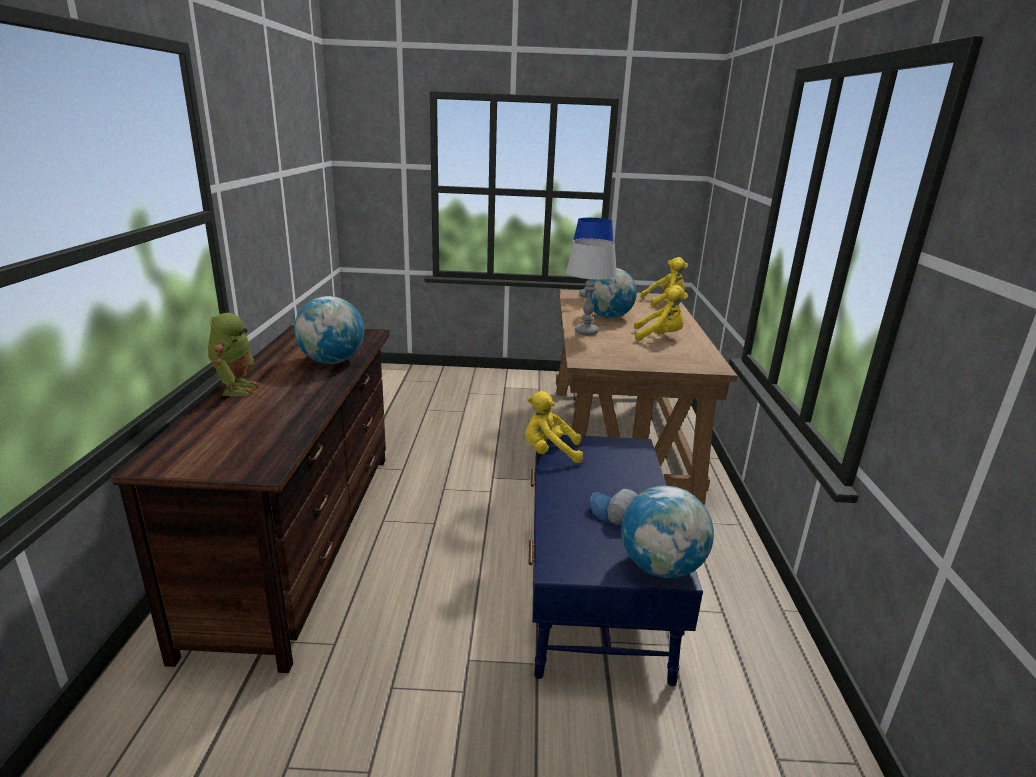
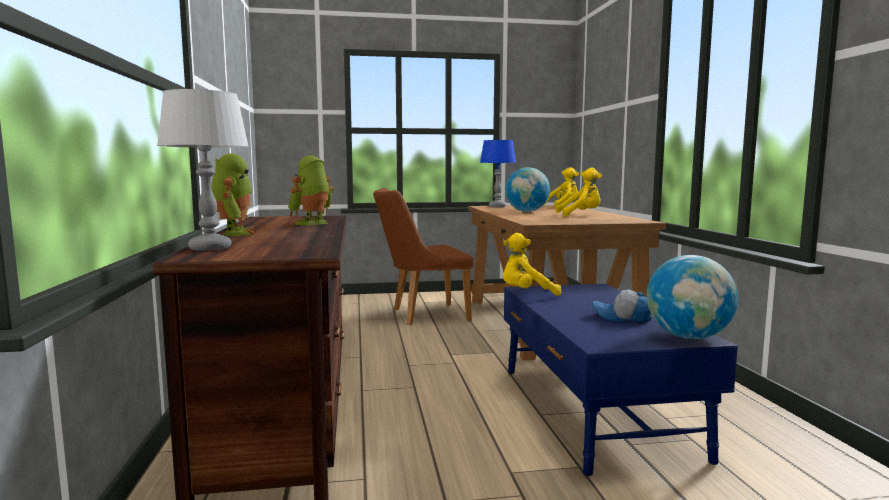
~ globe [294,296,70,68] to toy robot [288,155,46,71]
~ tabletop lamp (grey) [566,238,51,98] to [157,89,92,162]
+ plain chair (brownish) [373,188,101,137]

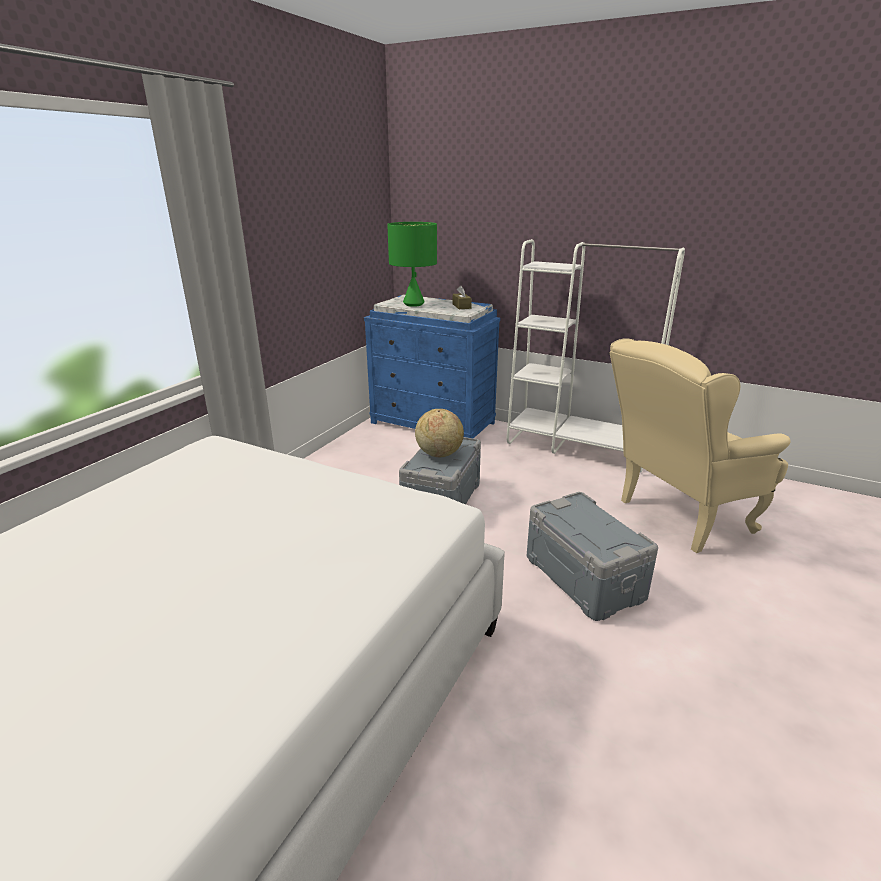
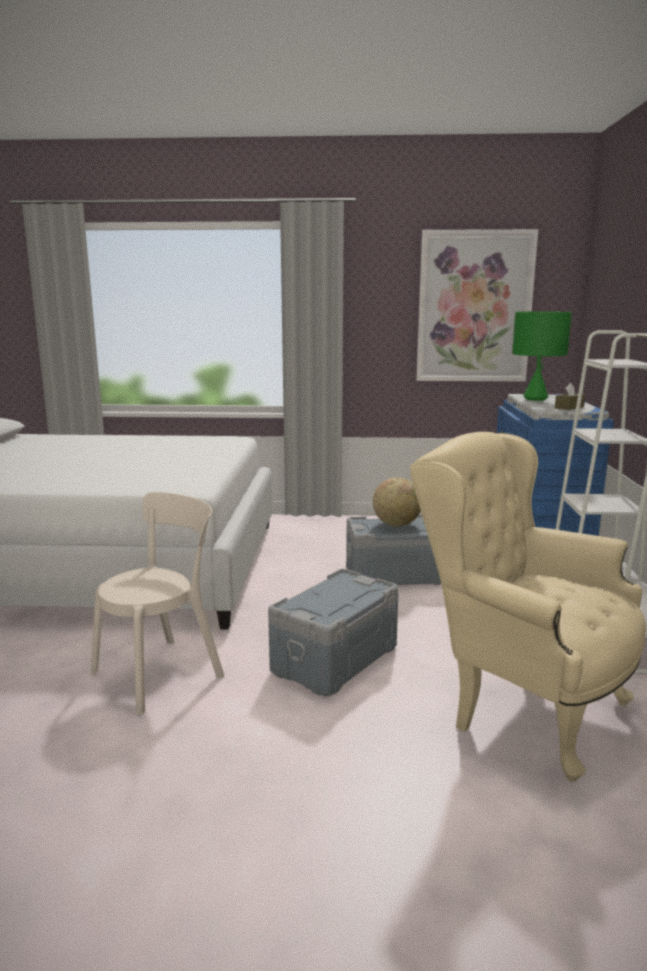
+ plain chair (beige-coloured) [91,492,133,223]
+ picture [416,229,122,152]

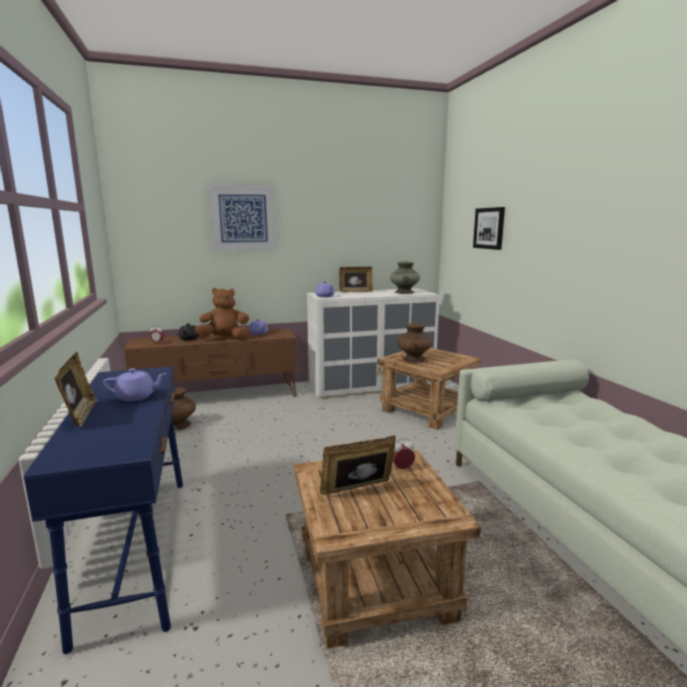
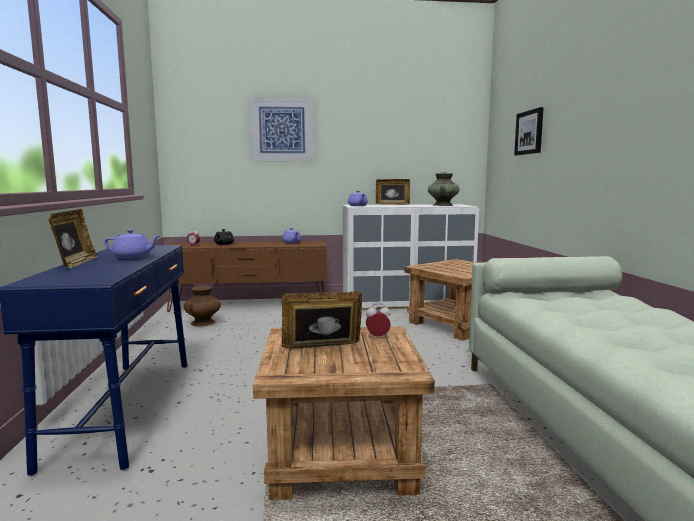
- soft toy (brownish) [195,288,55,51]
- flower vase (brownish) [397,323,35,40]

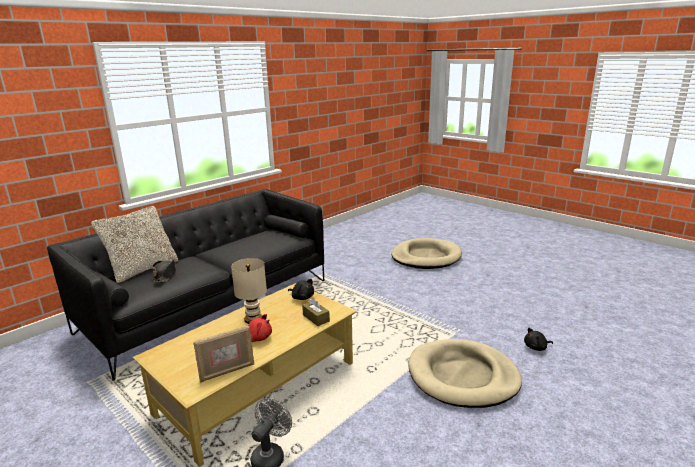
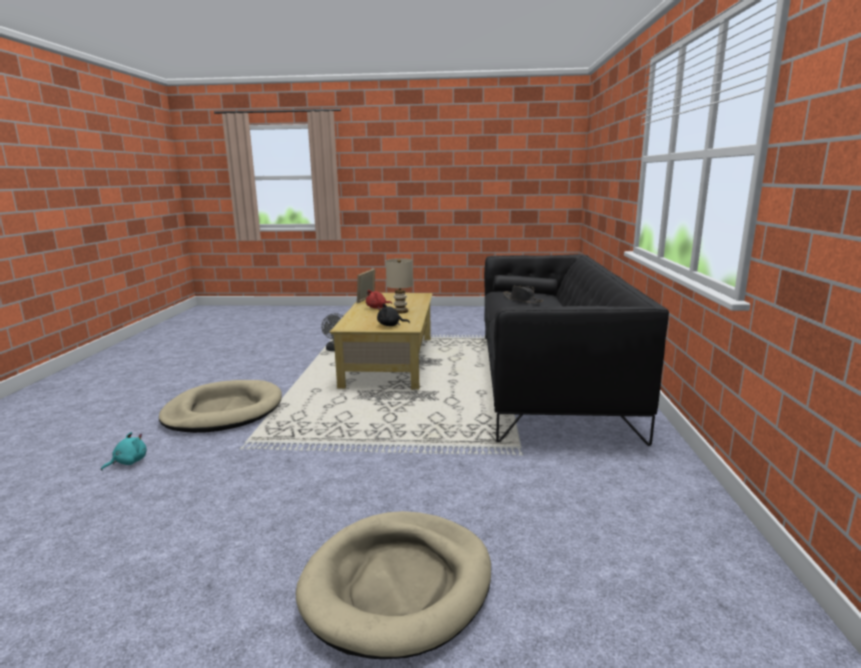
- pillow (beige-coloured) [91,206,87,77]
- tissue box (brownish) [302,298,28,28]
~ soft toy (blackish) [524,328,29,23] to soft toy (turquoise) [101,432,46,39]

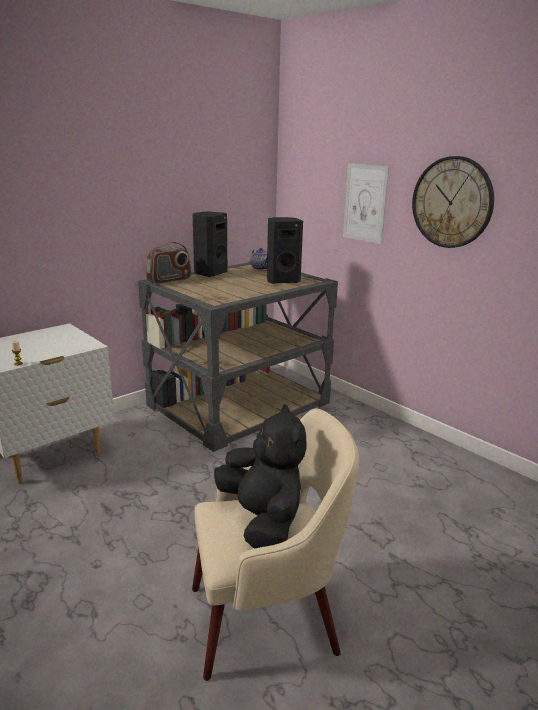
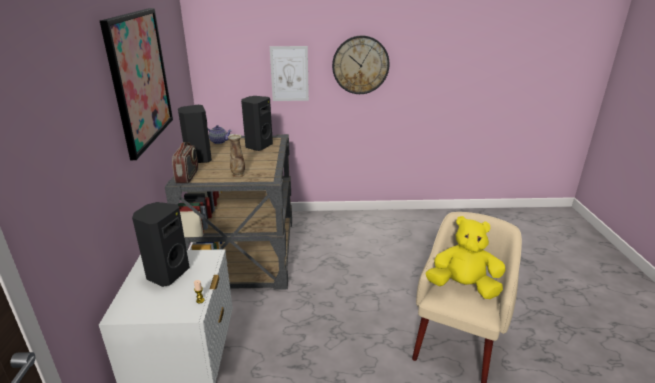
~ soft toy (blackish) [214,404,93,145] to soft toy (yellow) [426,216,80,83]
+ picture [100,8,73,152]
+ speaker (blackish) [132,202,58,85]
+ flower vase [228,134,17,44]

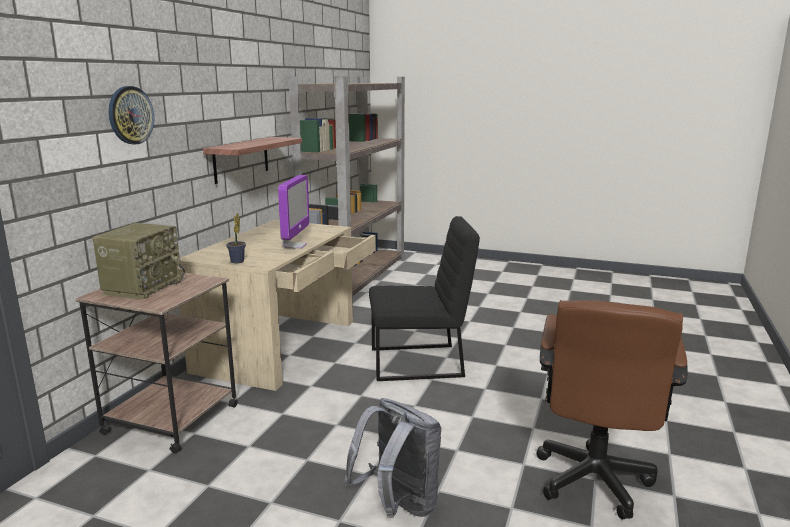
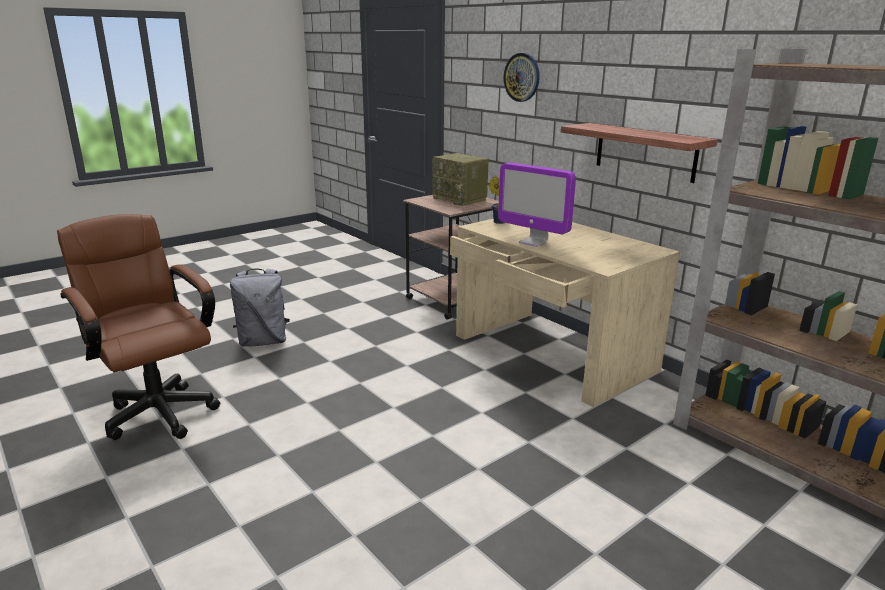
- plain chair (blackish) [369,216,111,165]

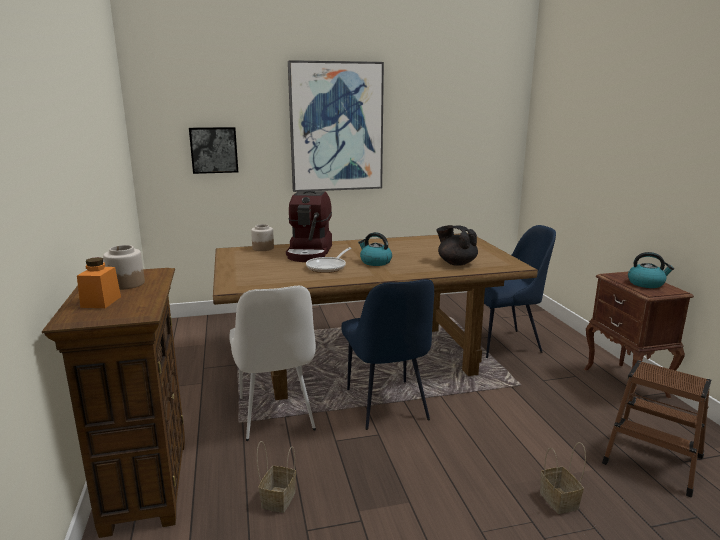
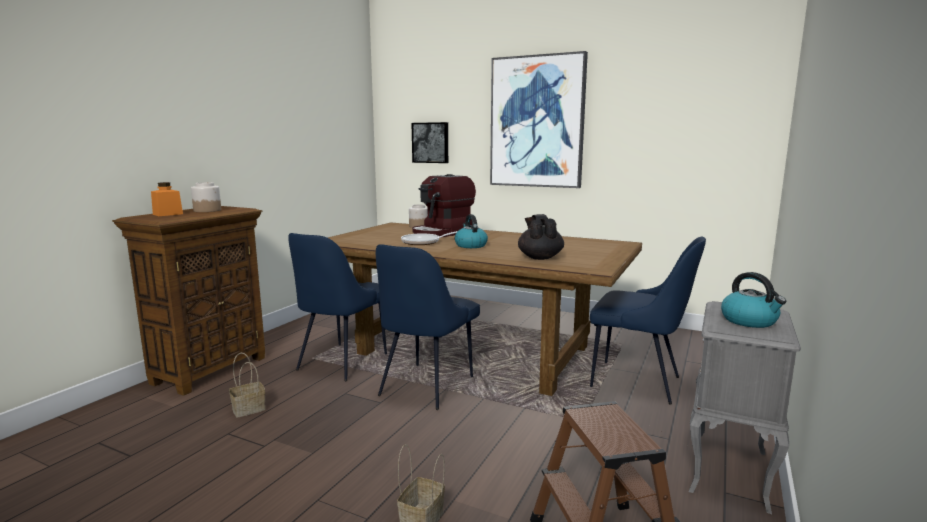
~ plain chair (whitish) [229,286,87,155] to plain chair (bluish) [288,233,99,148]
~ nightstand (brownish) [584,271,110,128] to nightstand (grey) [688,301,113,213]

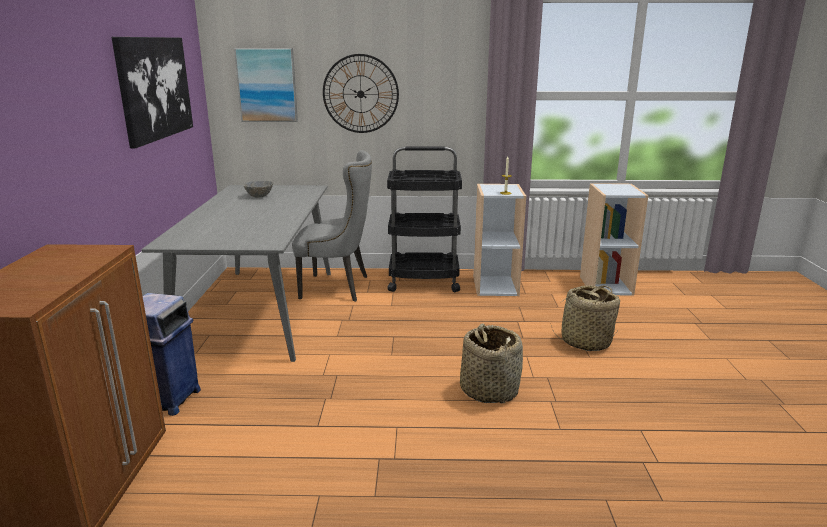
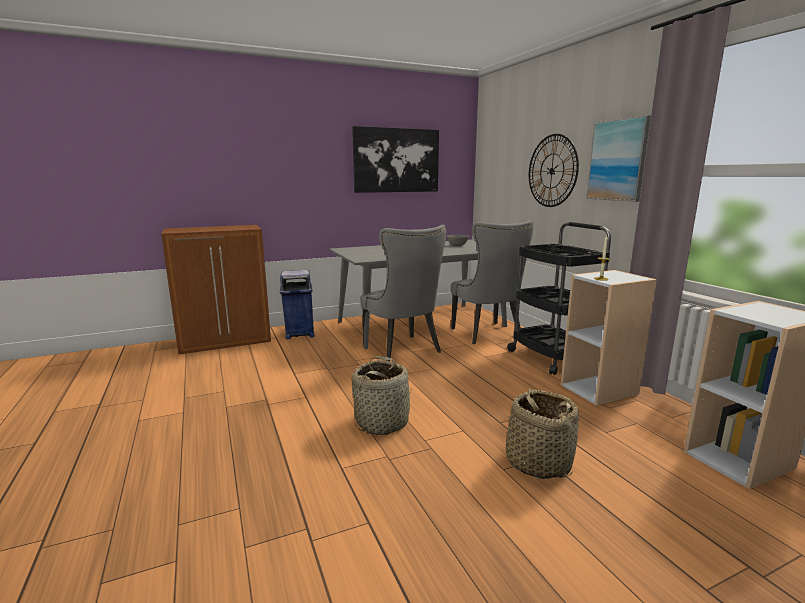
~ picture [234,48,64,74] to [586,115,65,87]
+ plain chair (grey) [360,225,86,136]

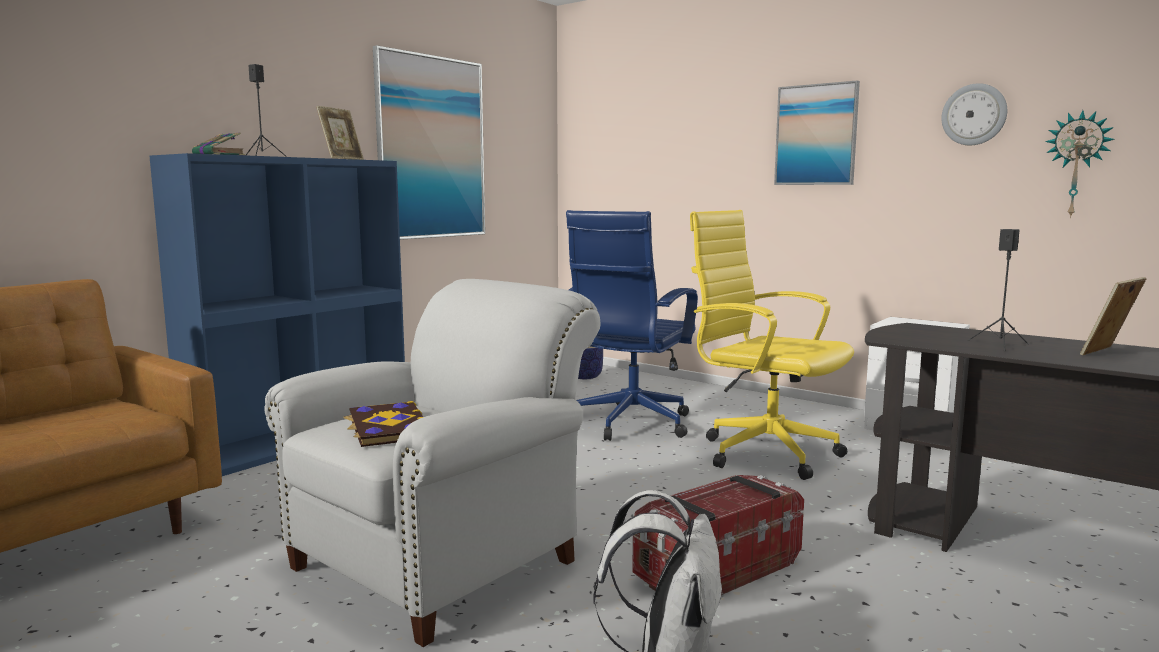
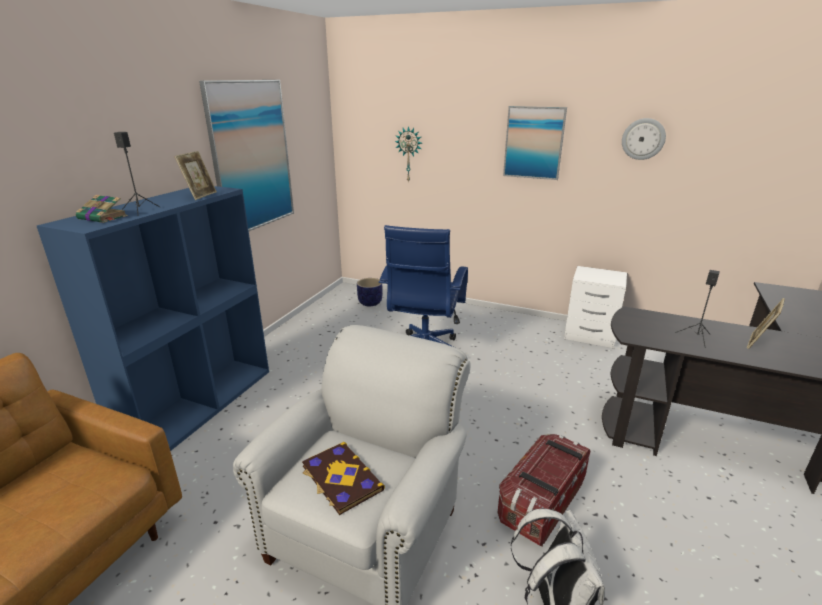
- desk chair (yellow) [690,210,164,270]
~ clock on the wall [1045,110,70,108] to [395,126,27,57]

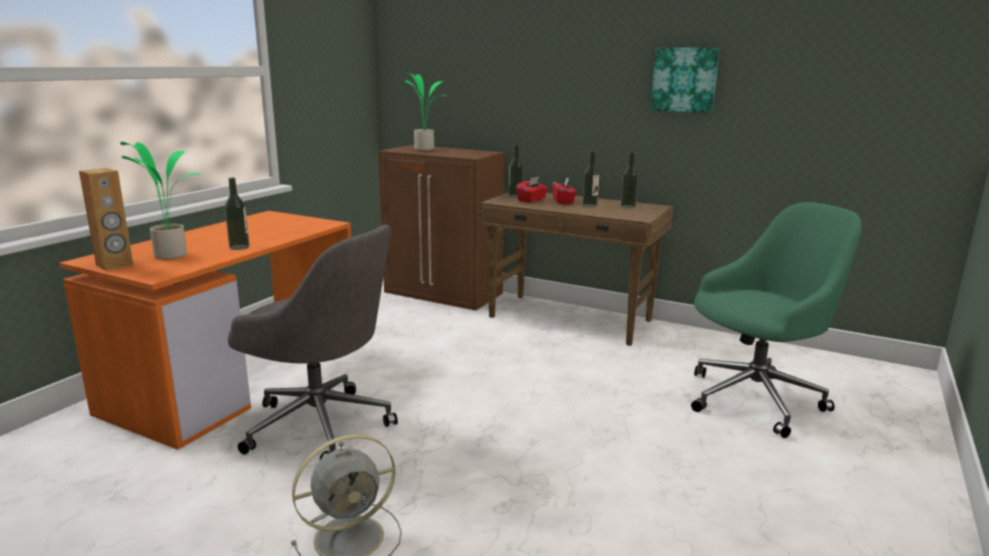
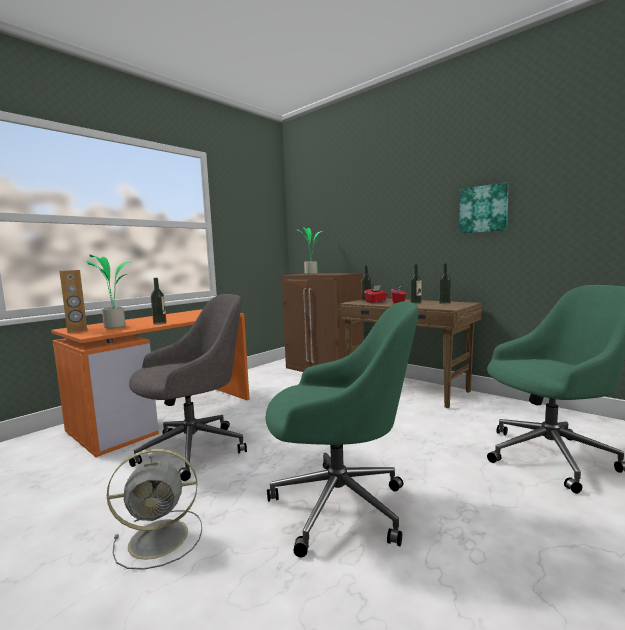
~ desk chair (grey) [228,225,170,235] = [129,294,118,187] 75 degrees counterclockwise
+ desk chair (greenish) [266,301,153,256]

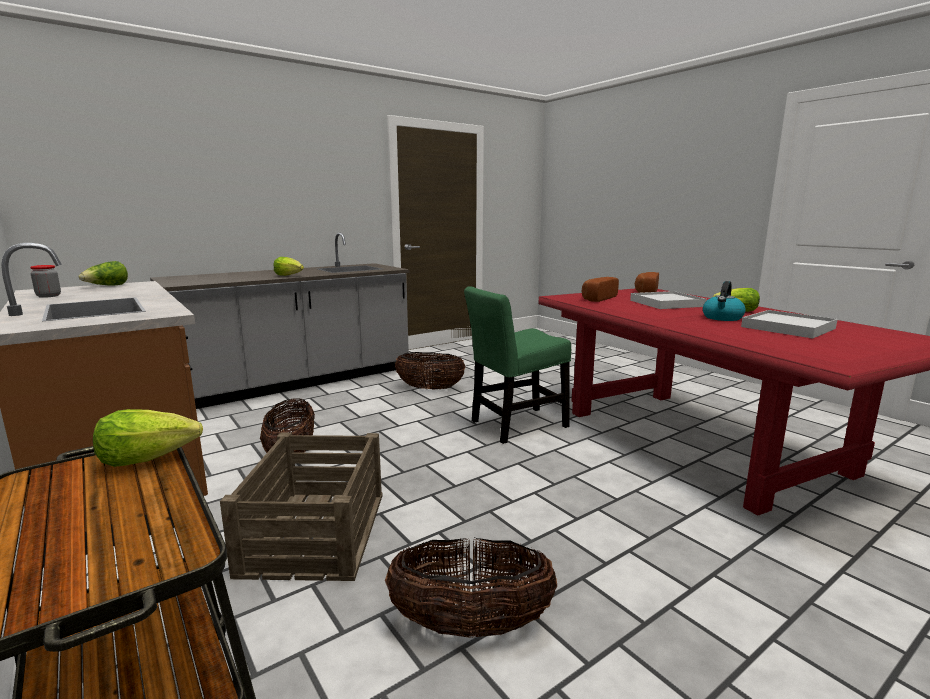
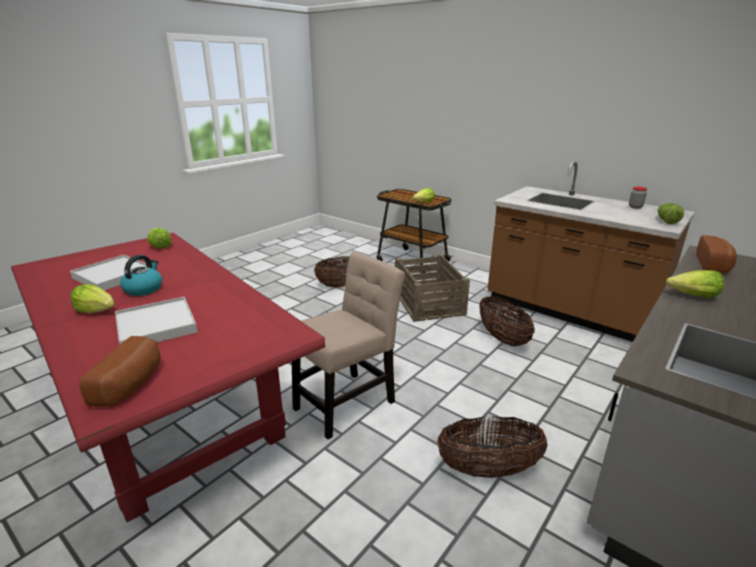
~ plain chair (greenish) [464,286,107,158] to plain chair (beige-coloured) [292,252,113,187]
~ bakery bread [582,277,37,25] to [696,235,41,39]
+ lettuce [147,228,25,21]

